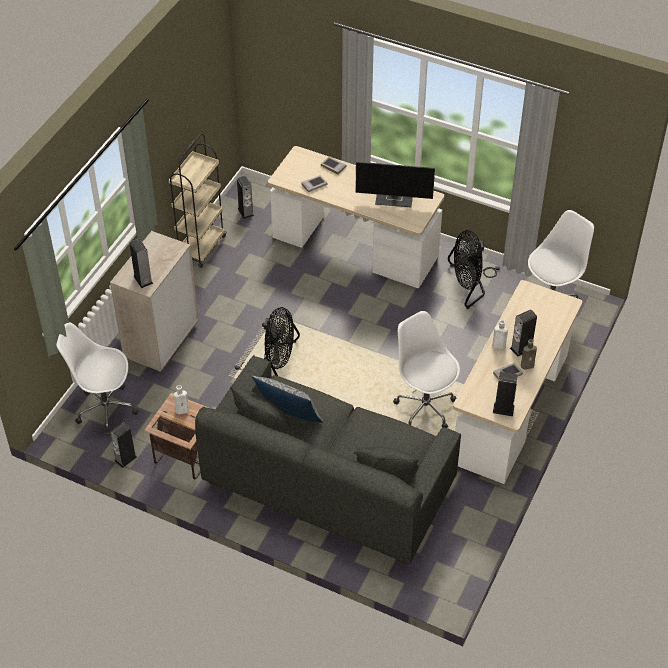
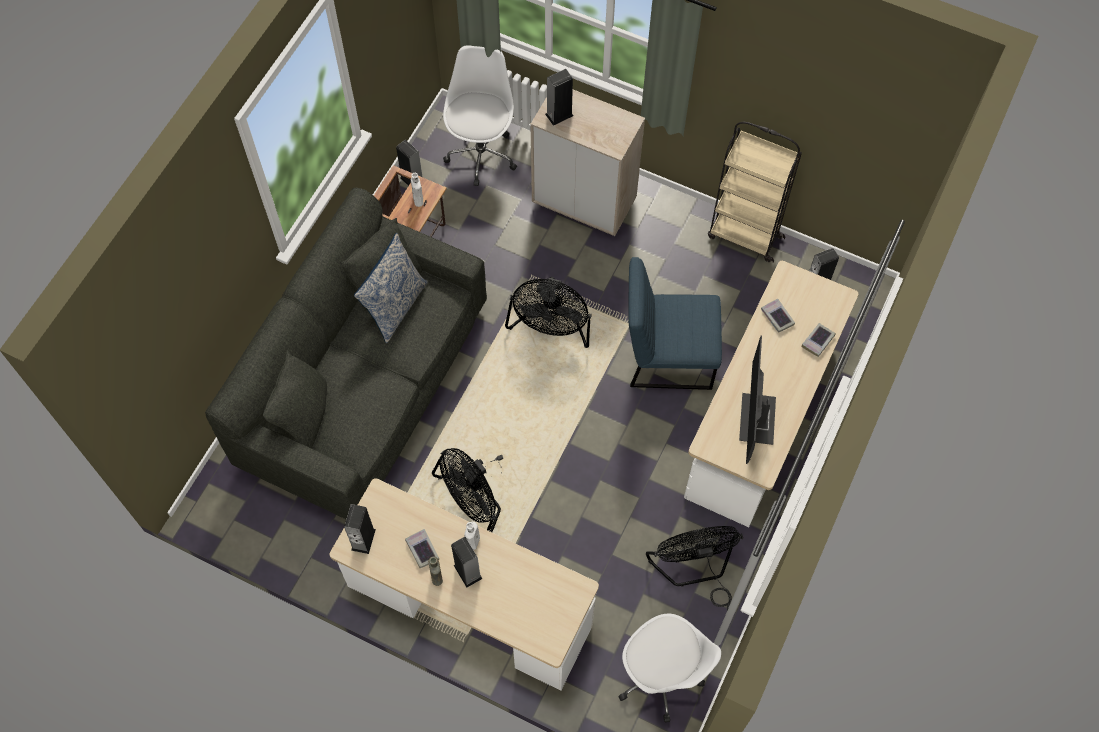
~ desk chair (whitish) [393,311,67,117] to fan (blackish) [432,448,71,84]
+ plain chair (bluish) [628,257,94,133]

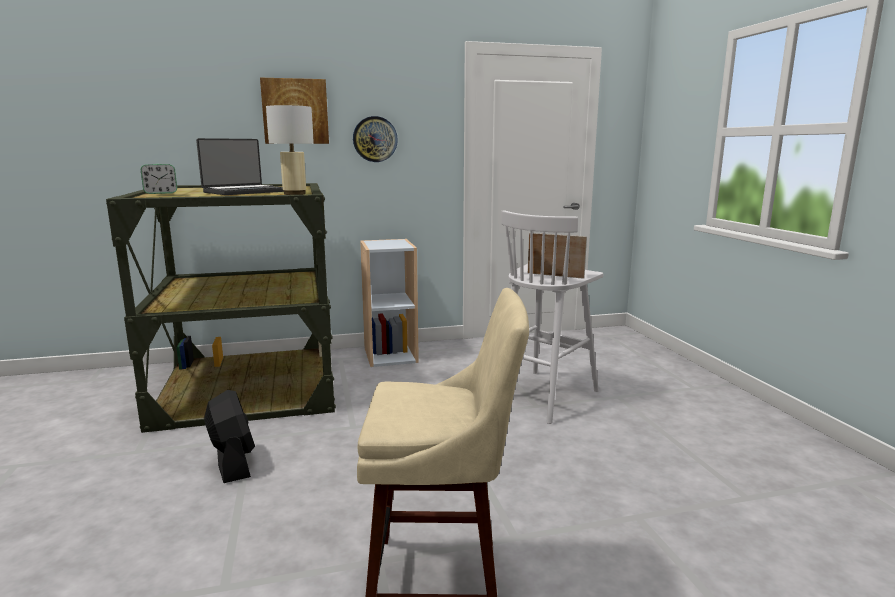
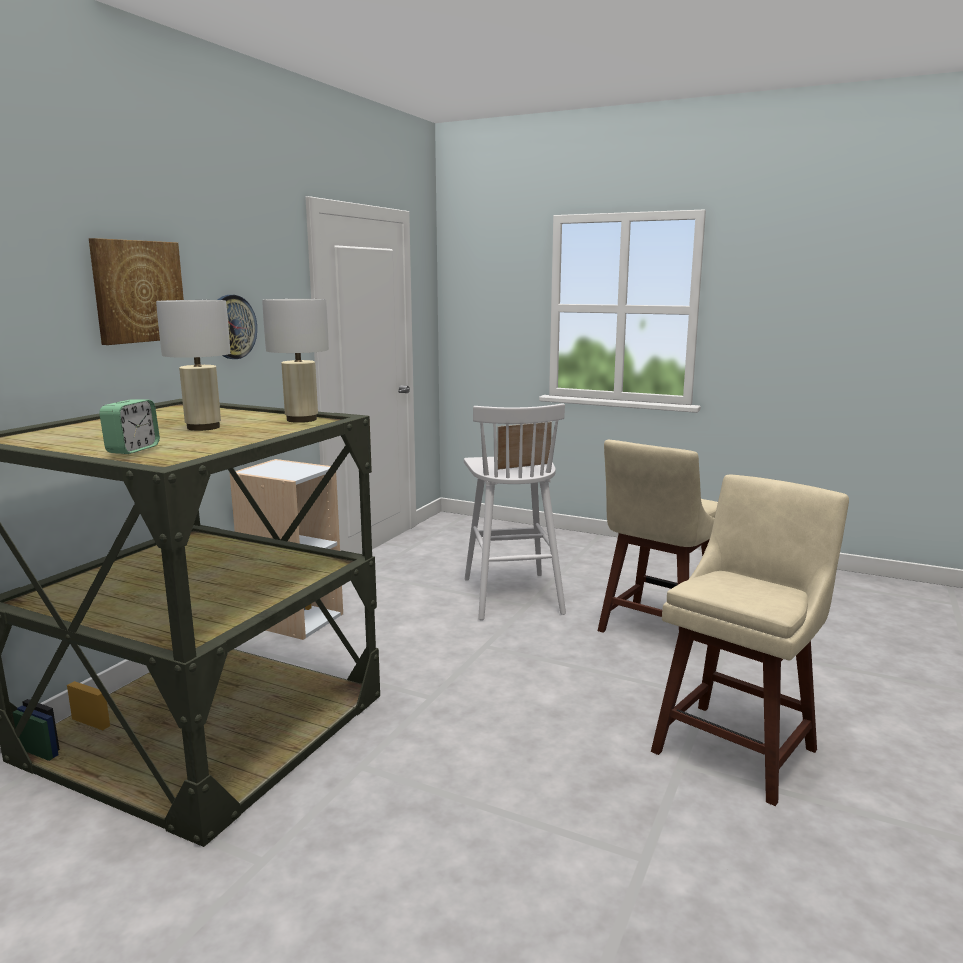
~ laptop [196,138,88,57] to tabletop lamp (whitish) [156,300,74,131]
- fan (blackish) [204,390,51,93]
+ plain chair (beige-coloured) [598,440,120,193]

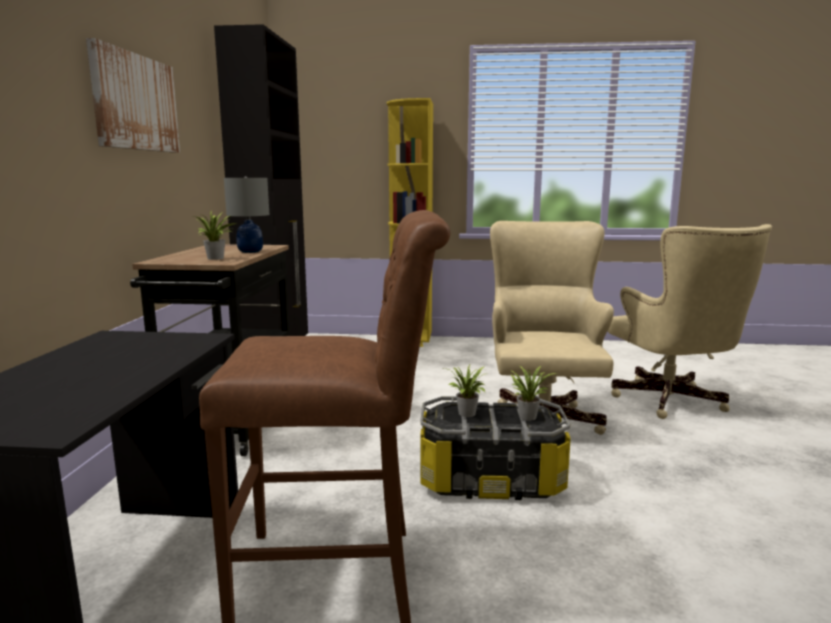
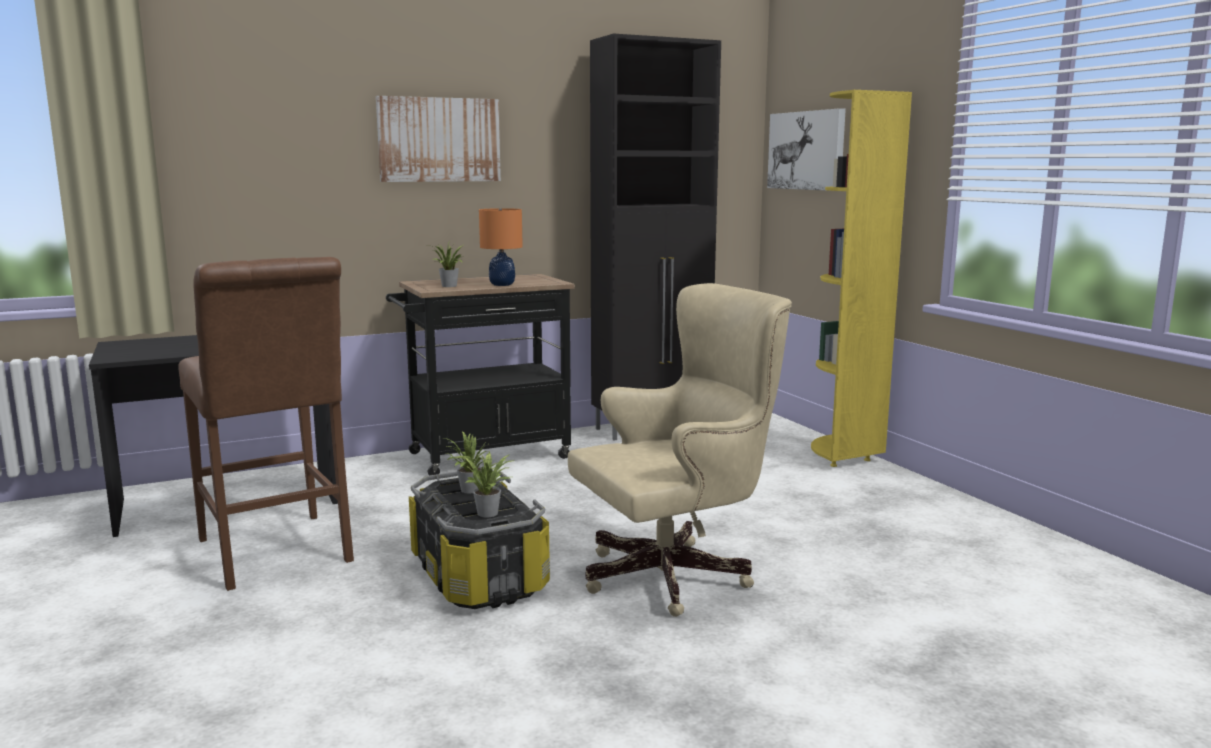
~ tabletop lamp (grey) [224,176,45,77] to tabletop lamp (orange) [479,208,44,78]
- desk chair (beige-coloured) [608,224,164,195]
+ picture [767,108,79,83]

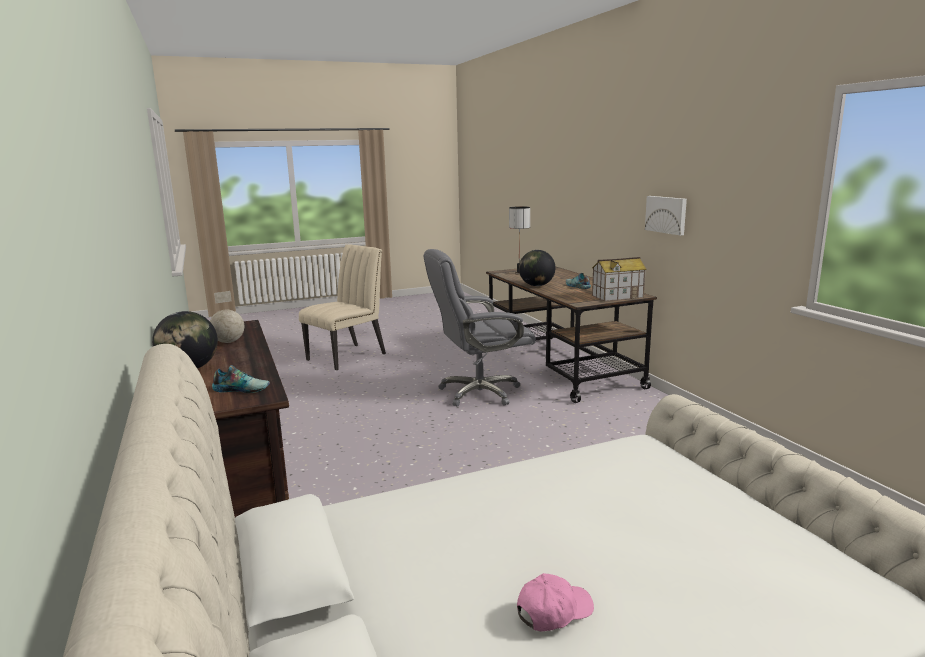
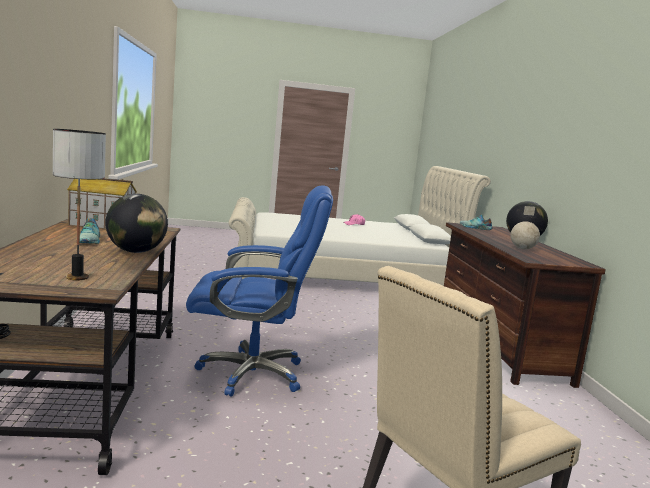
~ desk chair (grey) [424,249,112,158] to desk chair (bluish) [186,185,147,212]
- picture [645,196,42,39]

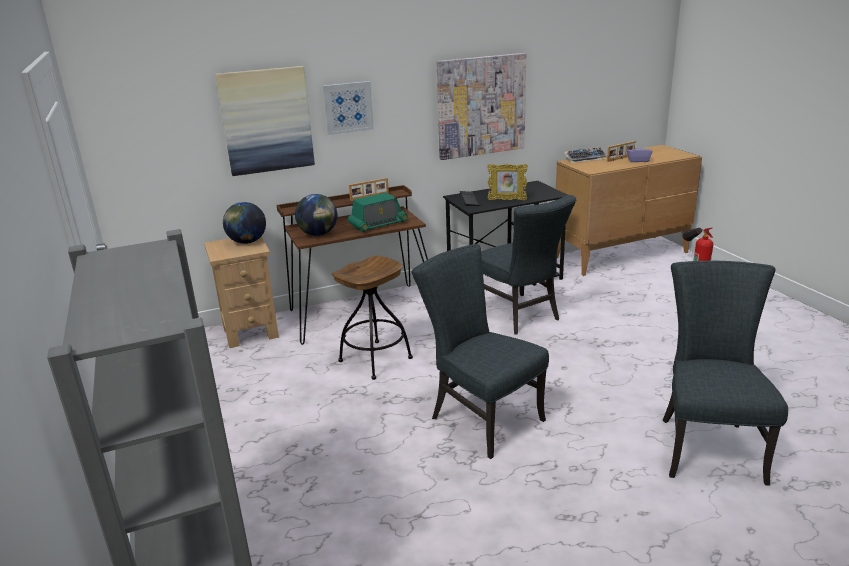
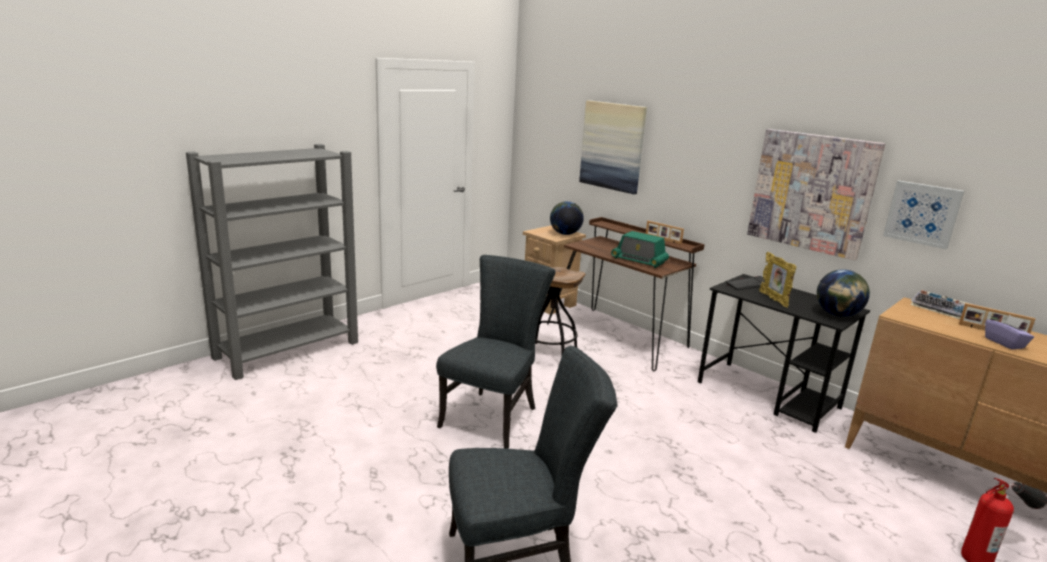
~ globe [295,194,42,42] to [817,269,53,48]
~ picture [323,81,51,54] to [883,180,81,70]
- plain chair (grey) [481,195,96,140]

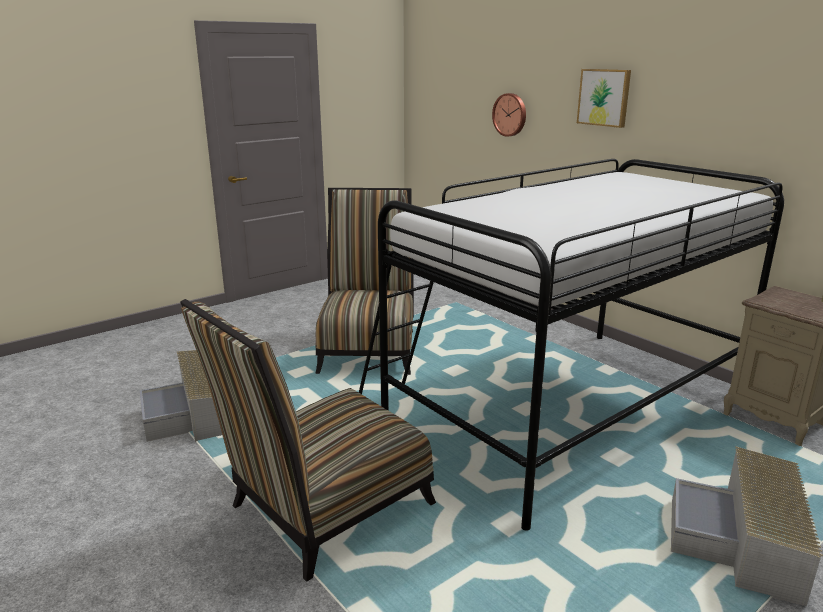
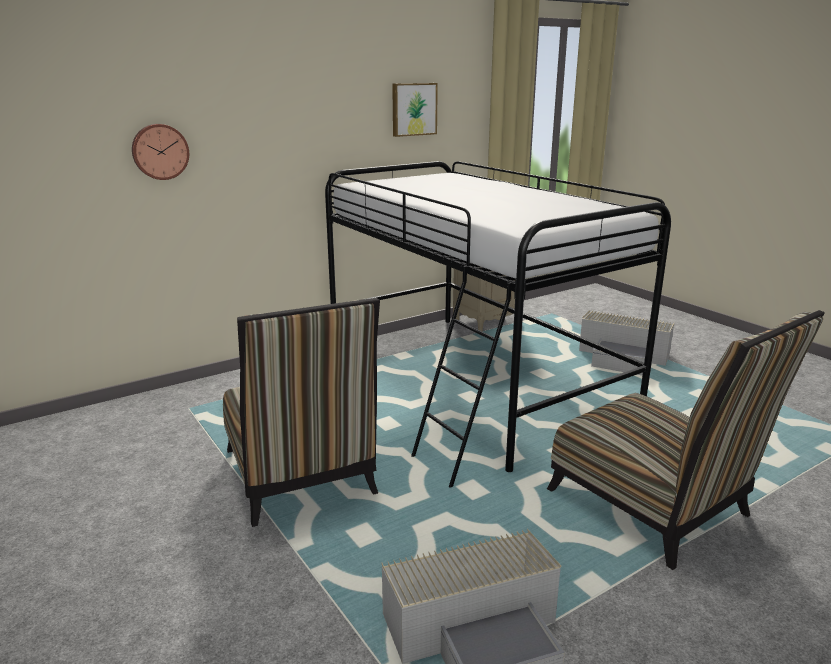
~ plain chair [315,188,99,187] = [223,298,157,229] 120 degrees counterclockwise
~ picture [577,69,54,59] to [392,83,46,54]

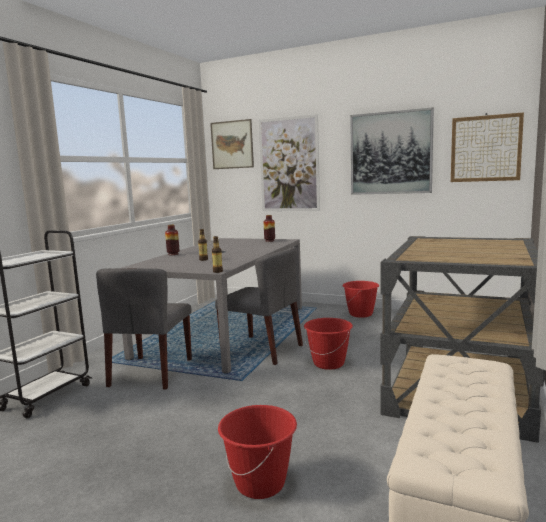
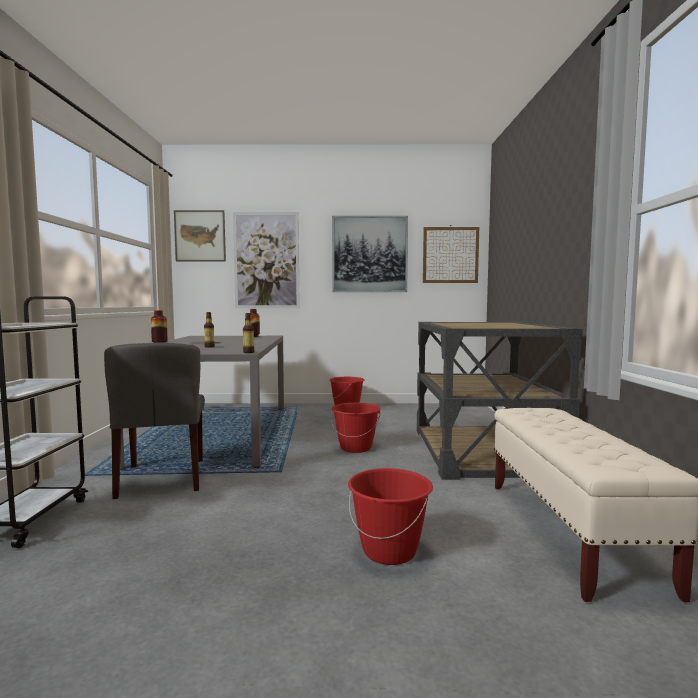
- plain chair (grey) [215,247,88,118]

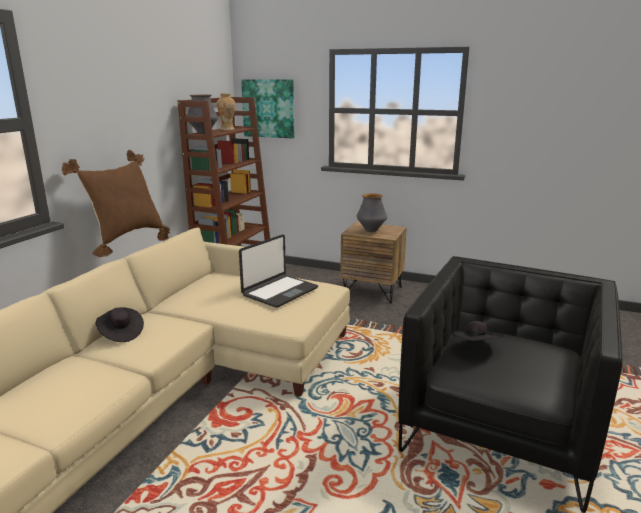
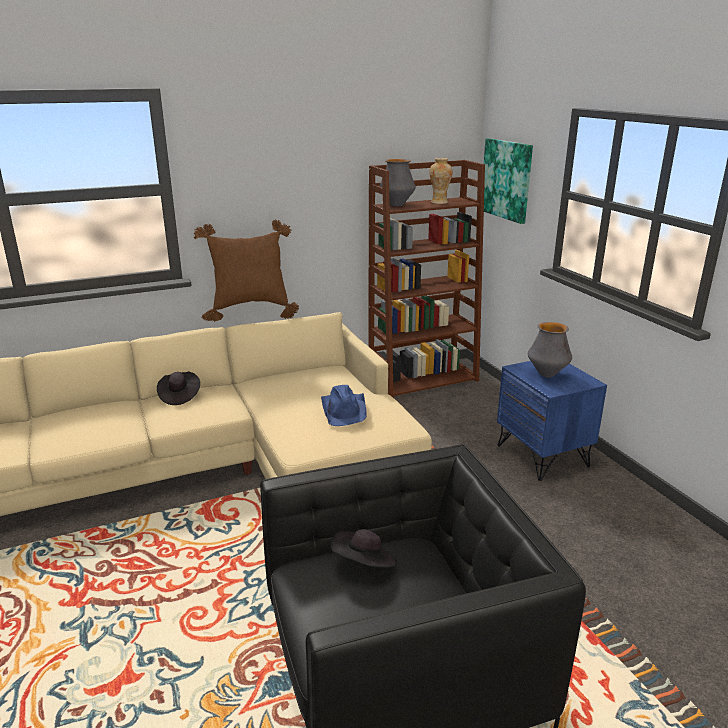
~ laptop [239,234,79,73] to wearable hat (bluish) [321,385,46,41]
~ nightstand (brownish) [340,222,67,81] to nightstand (bluish) [497,361,110,120]

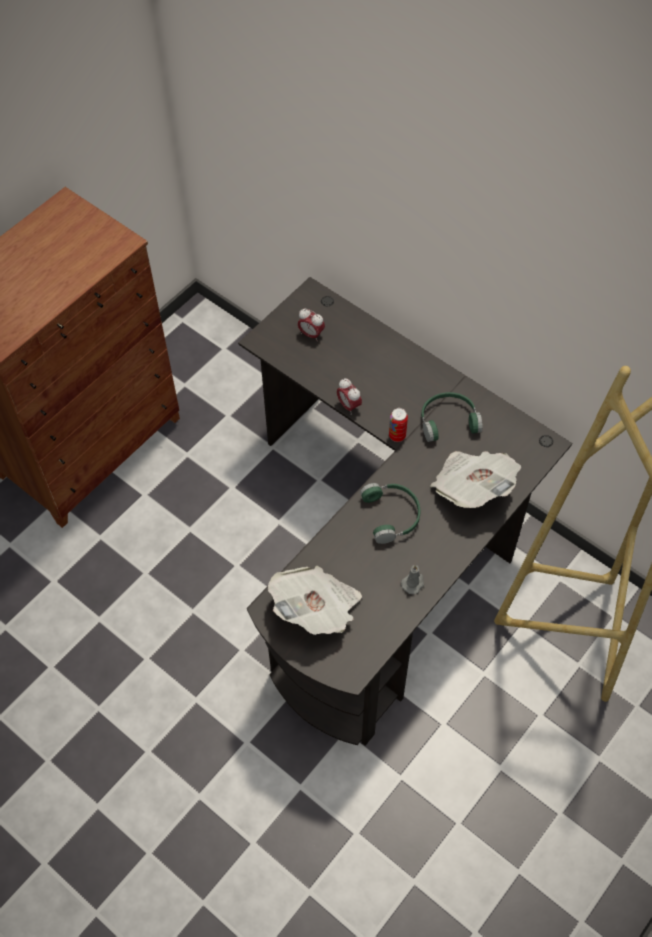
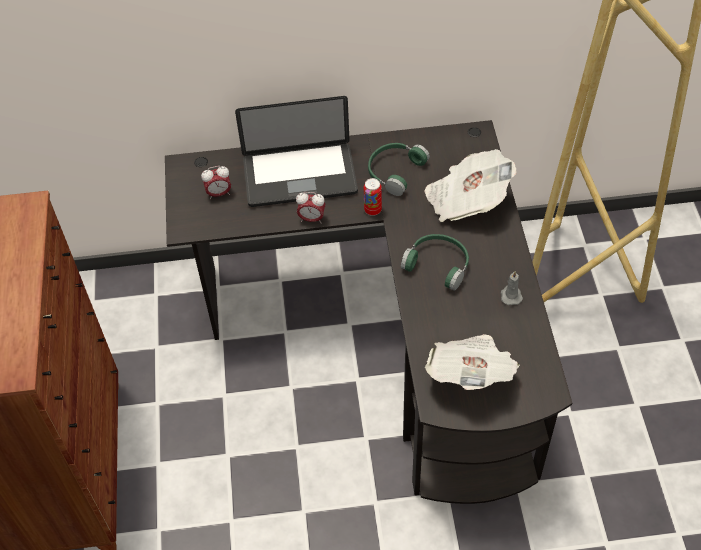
+ laptop [235,96,123,111]

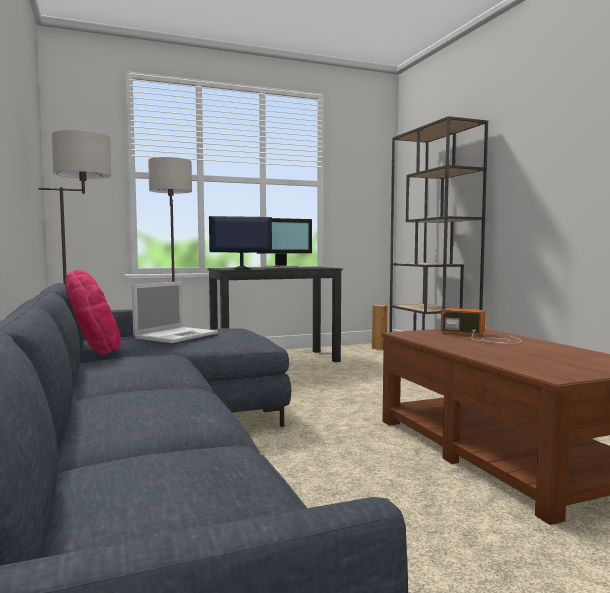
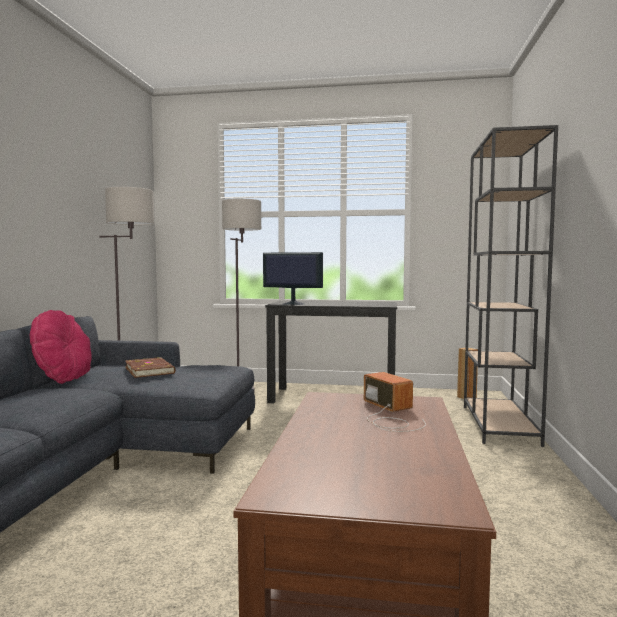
~ laptop [132,281,86,62] to bound book (brownish) [125,357,51,21]
- monitor [257,218,55,50]

